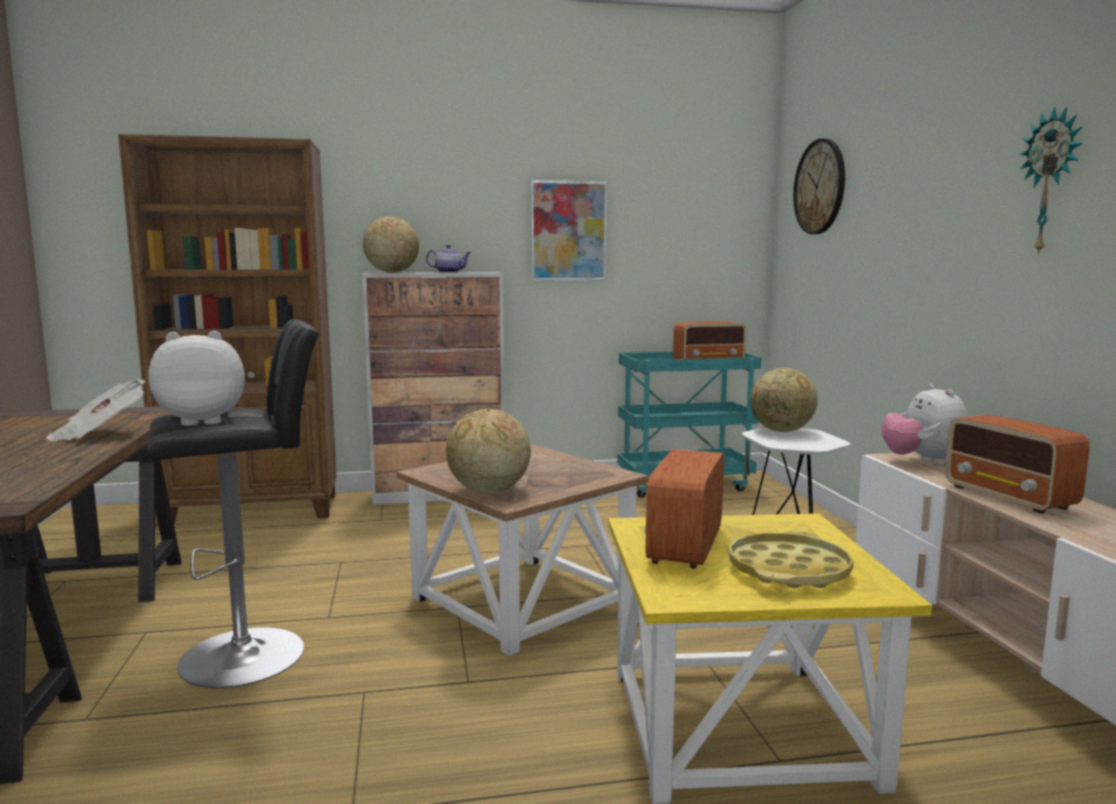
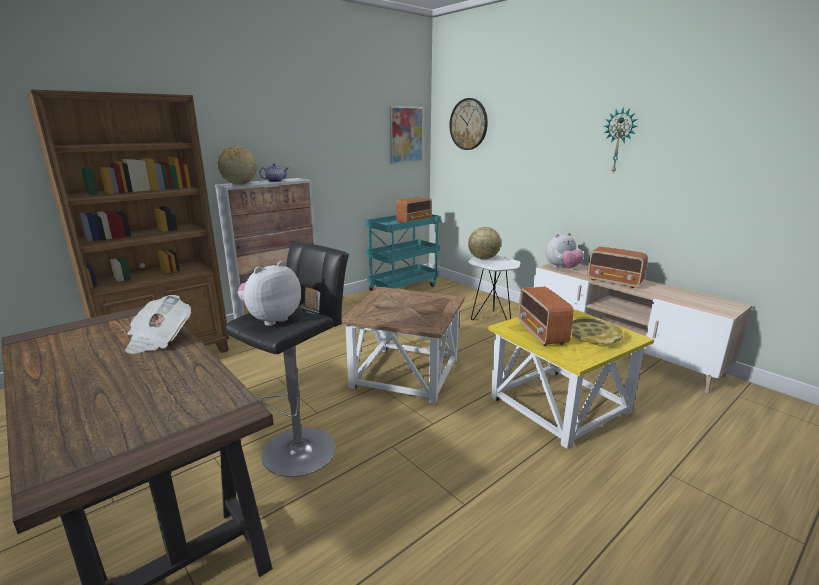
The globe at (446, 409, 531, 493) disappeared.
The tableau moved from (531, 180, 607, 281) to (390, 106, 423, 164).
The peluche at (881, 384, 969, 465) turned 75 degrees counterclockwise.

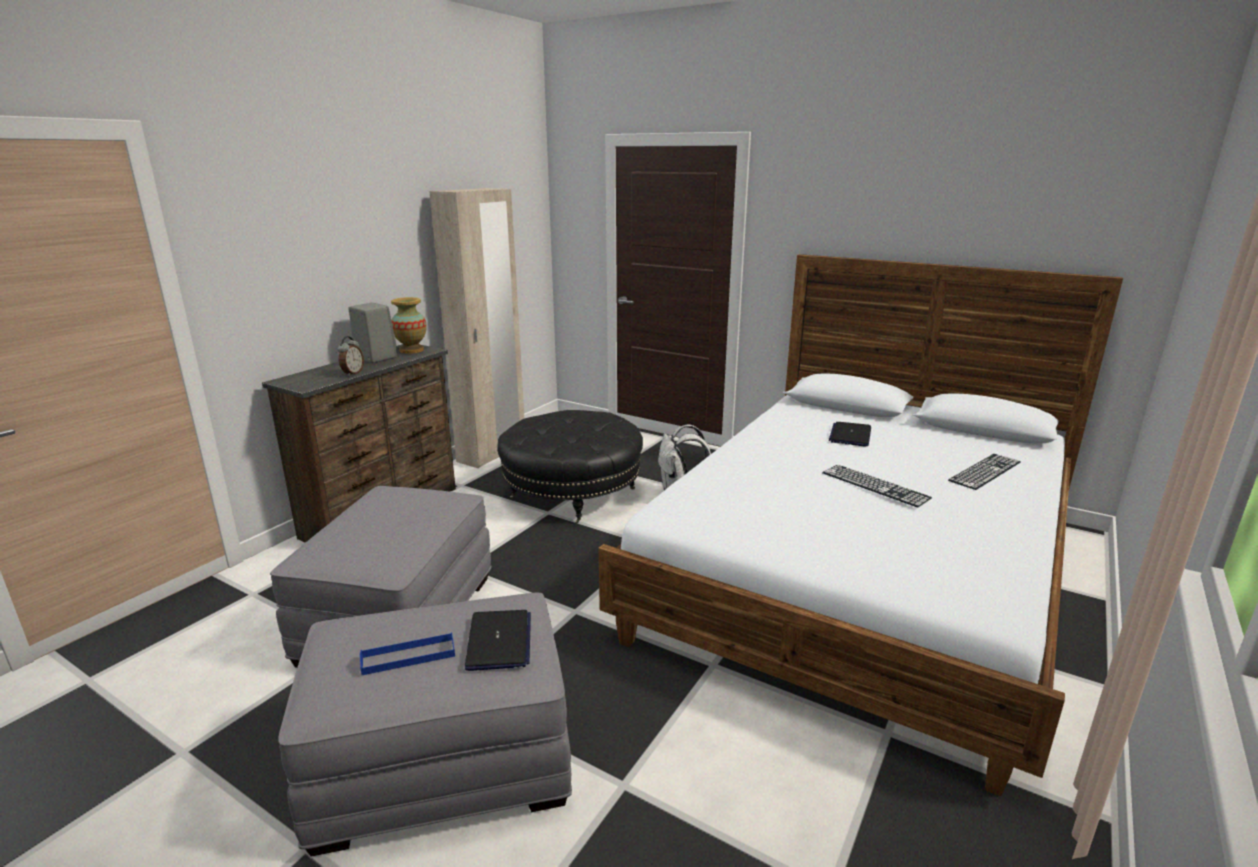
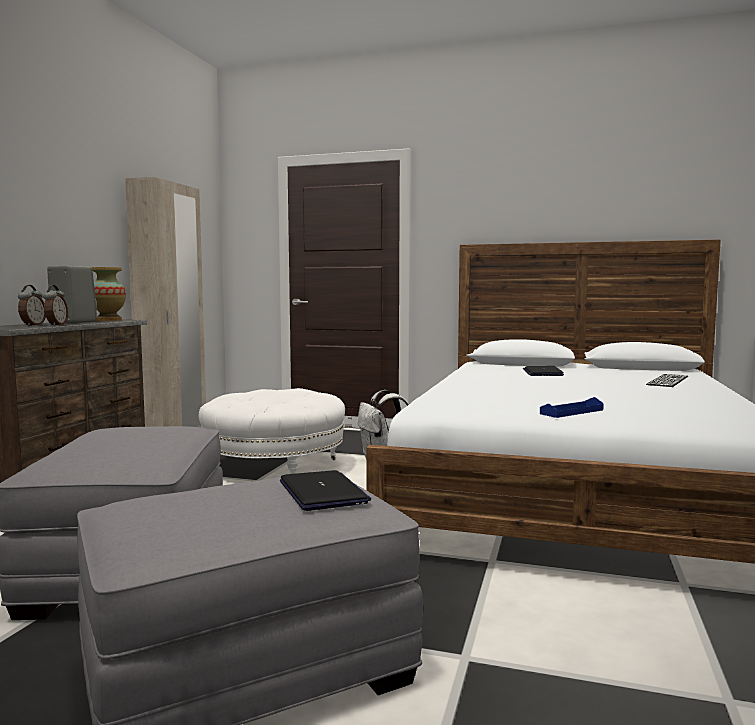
The plateau (bleu) moved from (360, 632, 455, 675) to (540, 397, 604, 418).
The pouf (noir) at (497, 410, 643, 524) became the pouf (blanc) at (198, 388, 345, 474).
The clavier at (822, 465, 932, 507) disappeared.
The réveil at (18, 285, 46, 326) appeared.

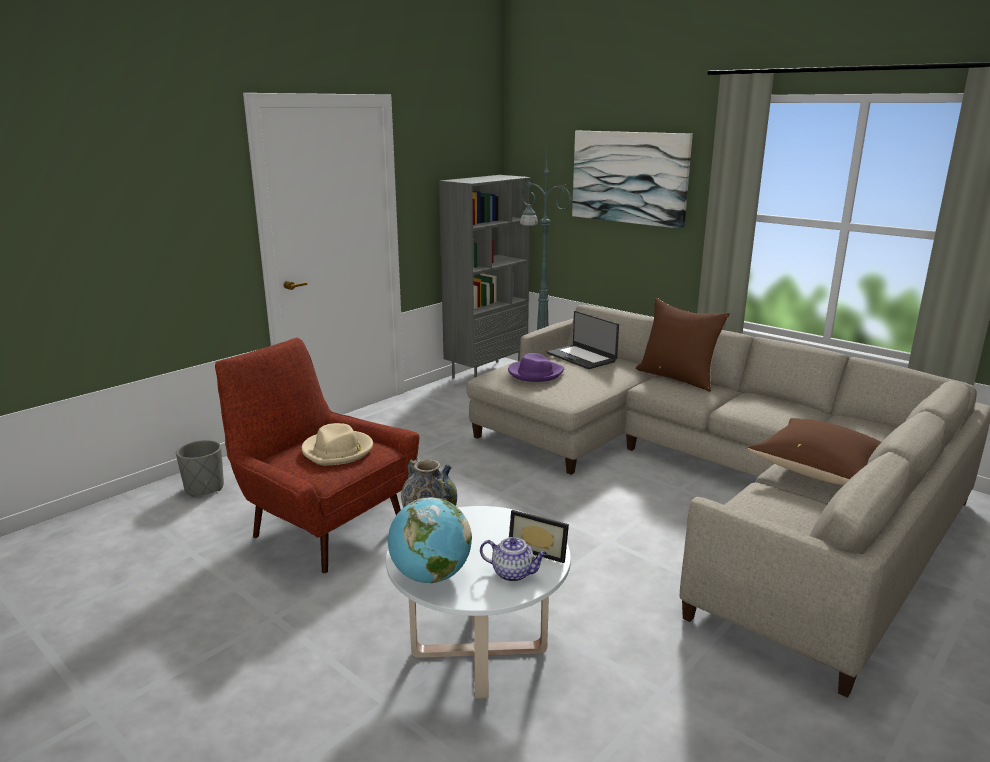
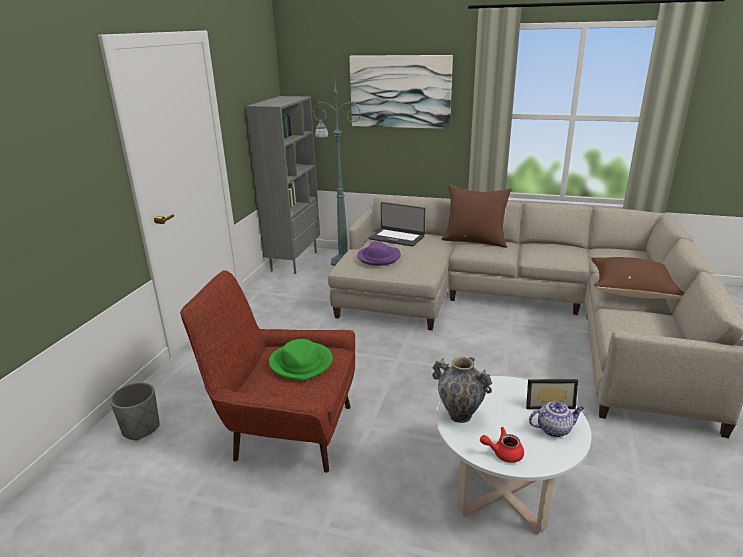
The chapeau (beige) at (302, 423, 373, 466) became the chapeau (vert) at (269, 339, 333, 382).
The globe at (388, 497, 472, 583) was replaced by the théière (rouge) at (480, 427, 524, 463).

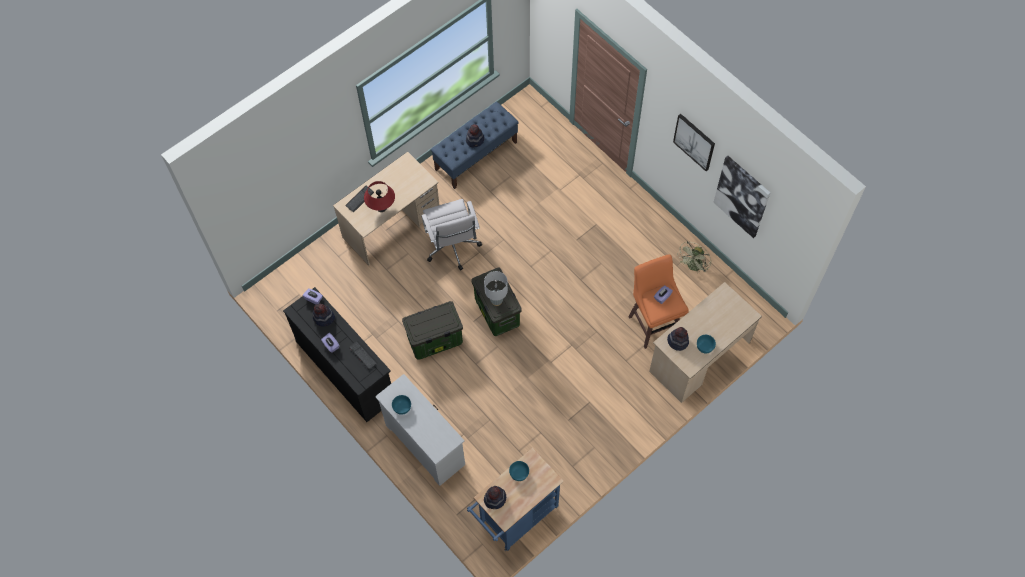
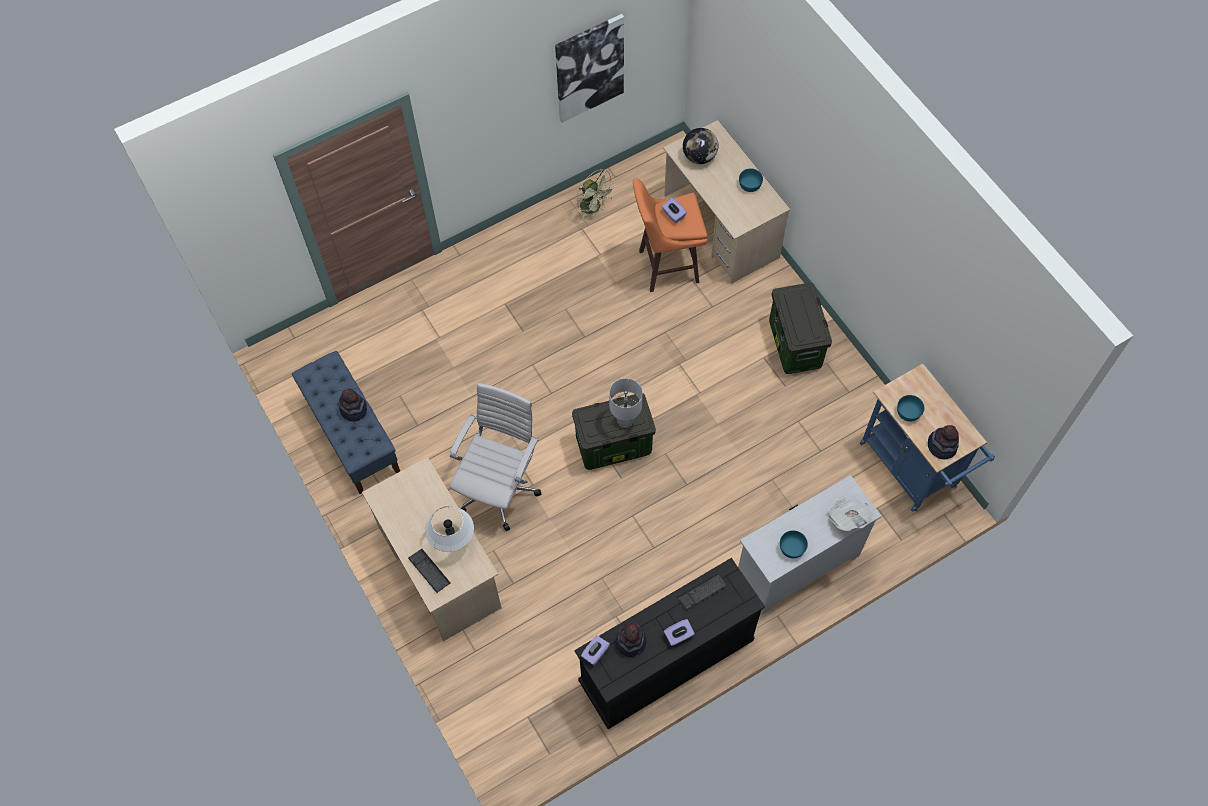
The lampe de table (rouge) at (364, 181, 395, 212) became the lampe de table (blanc) at (425, 506, 474, 552).
The boîte de rangement moved from (402, 301, 463, 360) to (769, 282, 832, 374).
The chaise de bureau (blanc) at (421, 199, 482, 270) turned 60 degrees counterclockwise.
The chapeau at (667, 327, 689, 351) disappeared.
The tableau at (673, 114, 715, 171) disappeared.
The globe at (683, 128, 718, 164) appeared.
The journal at (826, 497, 873, 531) appeared.

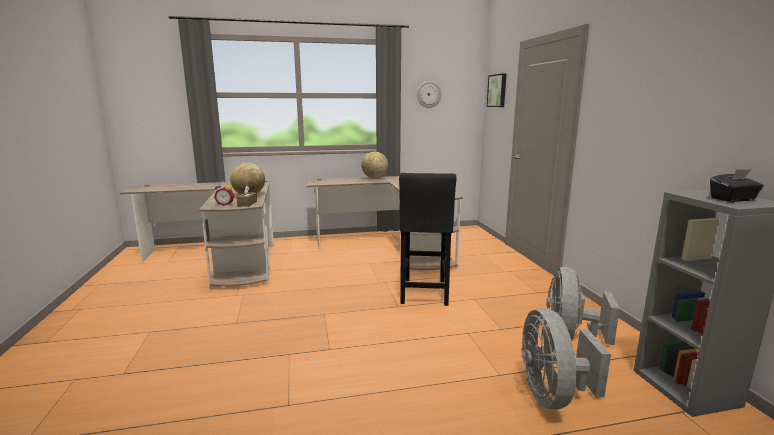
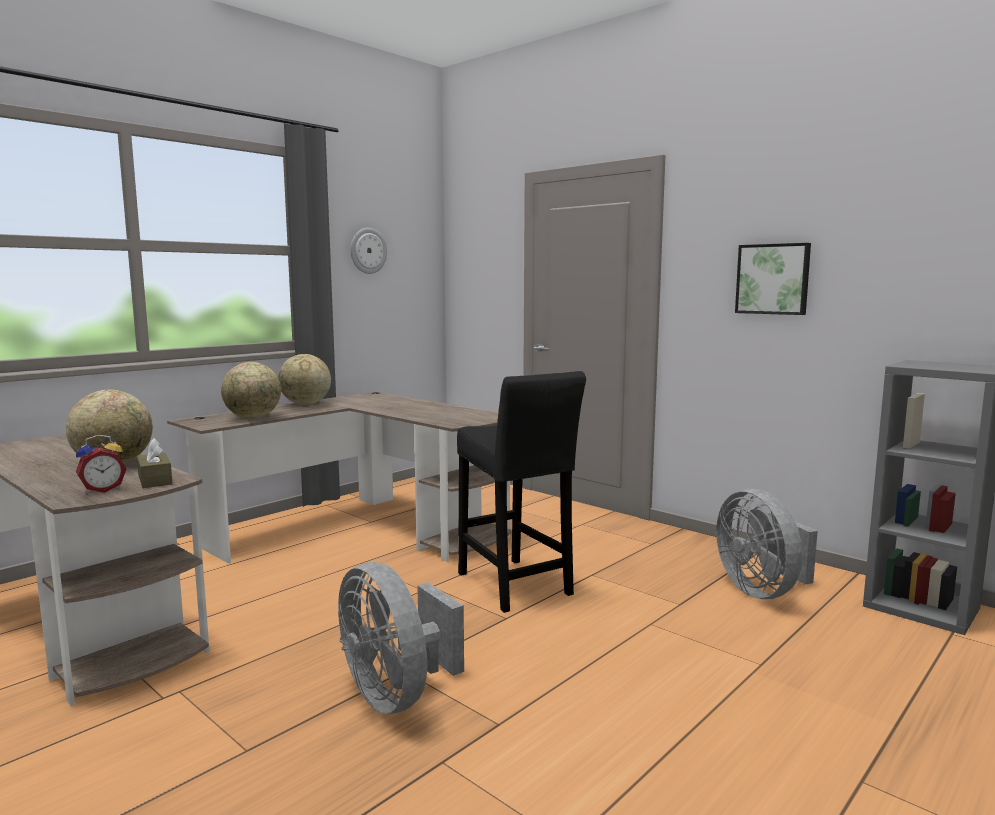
The tableau moved from (487, 73, 506, 107) to (735, 243, 811, 315).
The ventilateur (gris) moved from (521, 308, 611, 410) to (338, 562, 464, 714).
The boîte à mouchoirs (noir) at (710, 169, 764, 202) disappeared.
The globe at (221, 362, 281, 419) appeared.

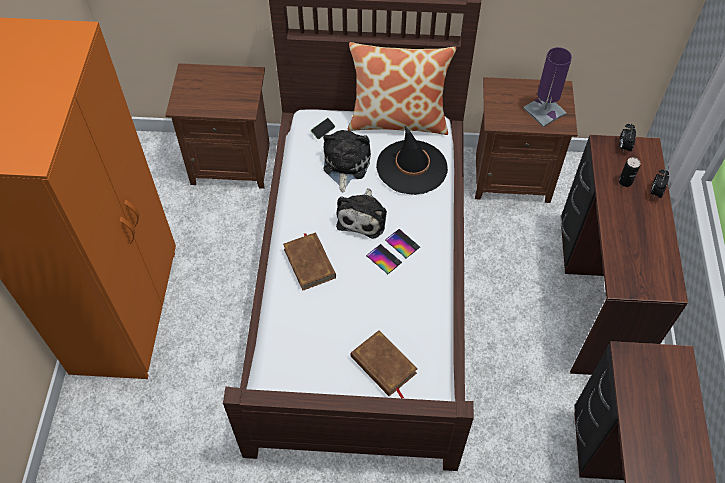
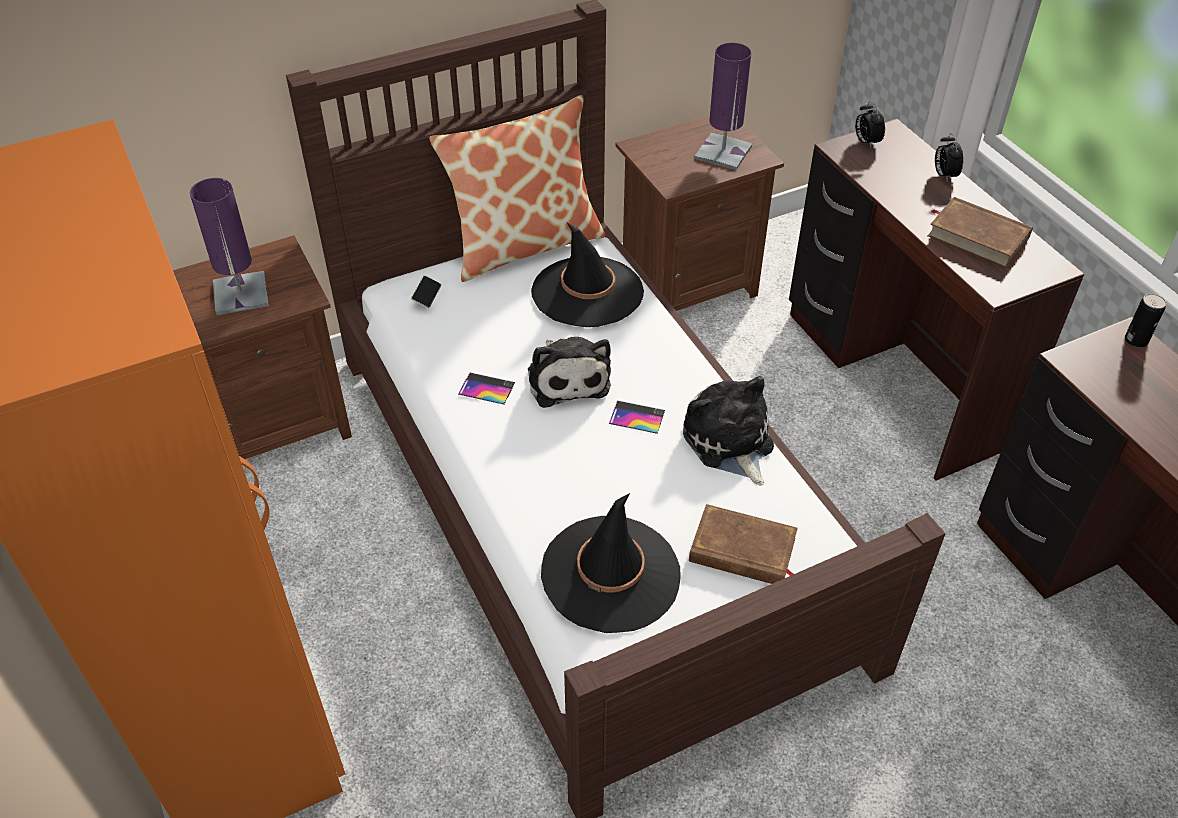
The livre (marron) moved from (283, 233, 336, 291) to (927, 197, 1033, 268).
The peluche moved from (323, 130, 371, 192) to (683, 376, 774, 485).
The téléphone moved from (385, 229, 420, 258) to (458, 373, 515, 404).
The boîte métallique moved from (619, 157, 641, 187) to (1125, 294, 1166, 347).
The lampe de table (violet) at (190, 178, 269, 315) appeared.
The chapeau (noir) at (541, 493, 681, 633) appeared.

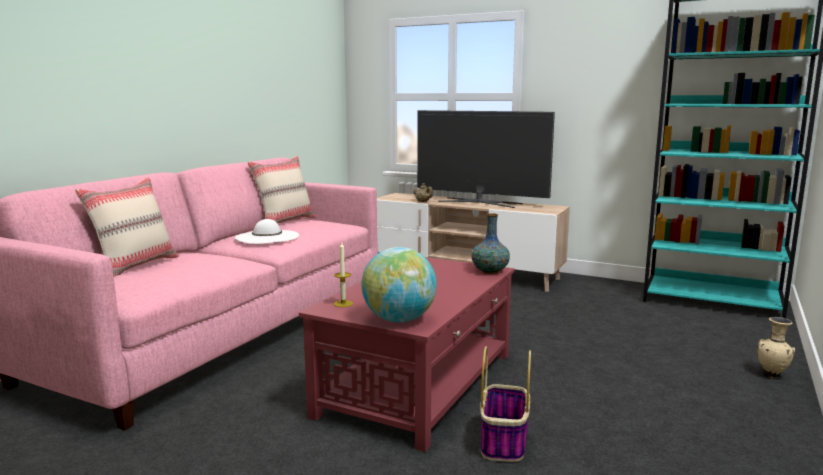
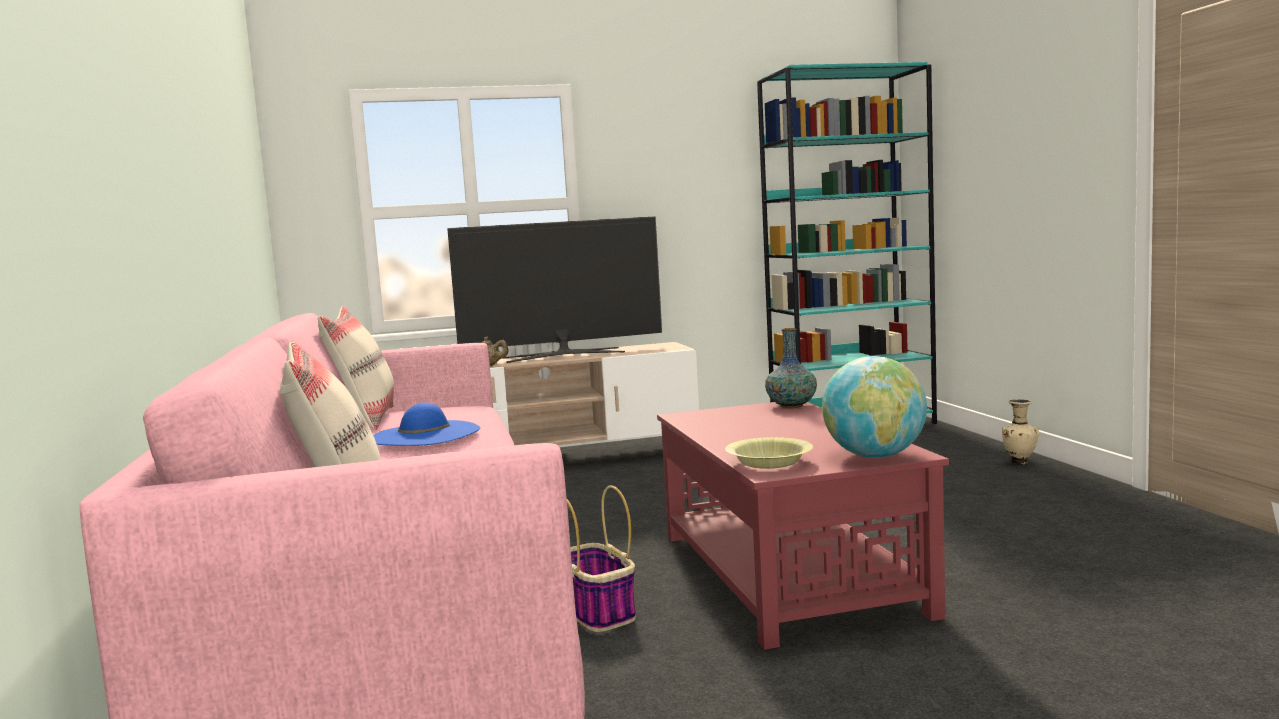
The chapeau (blanc) at (234, 219, 299, 244) became the chapeau (bleu) at (373, 402, 480, 446).
The bougie at (334, 243, 353, 307) was replaced by the bol (jaune) at (725, 437, 813, 469).
The panier moved from (480, 346, 531, 462) to (567, 485, 636, 632).

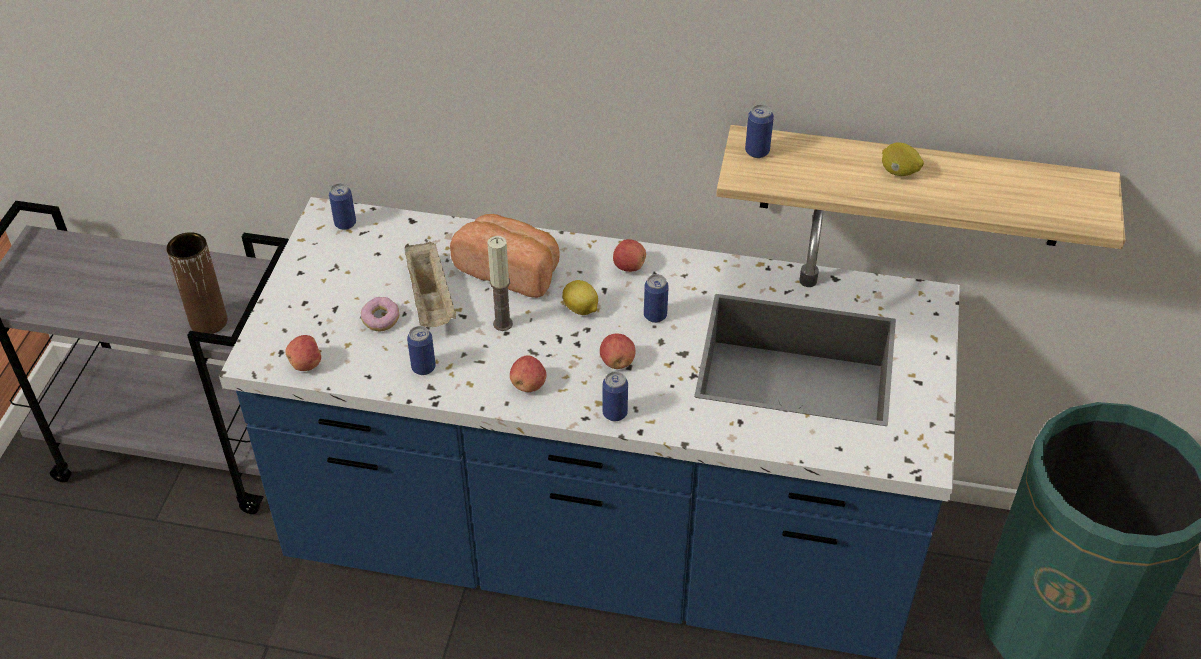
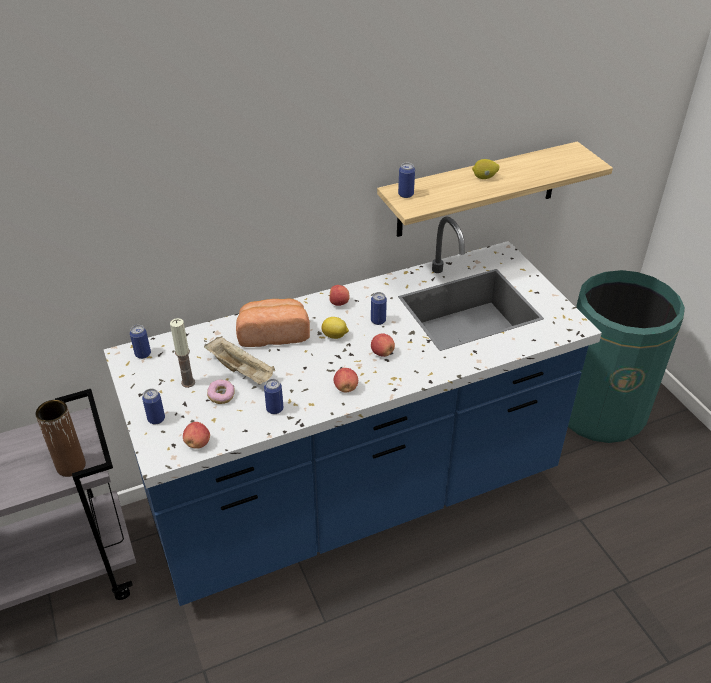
The bougie moved from (487, 236, 513, 331) to (170, 318, 195, 388).
The boîte métallique moved from (603, 371, 628, 421) to (142, 388, 165, 424).

